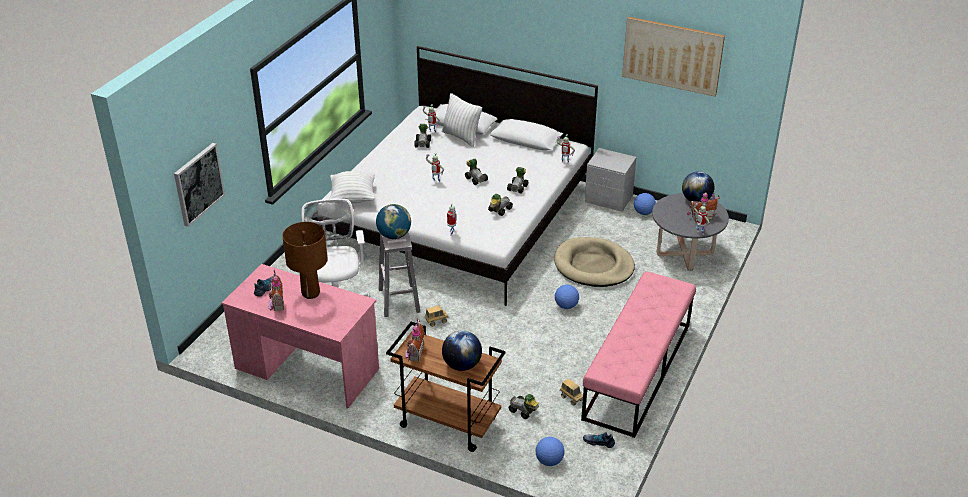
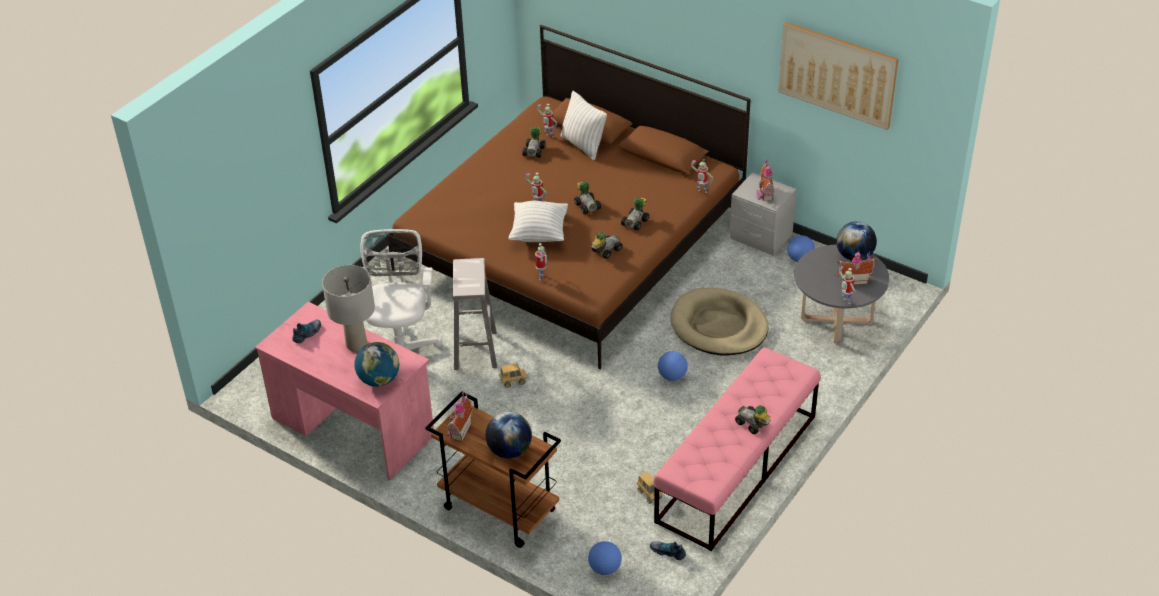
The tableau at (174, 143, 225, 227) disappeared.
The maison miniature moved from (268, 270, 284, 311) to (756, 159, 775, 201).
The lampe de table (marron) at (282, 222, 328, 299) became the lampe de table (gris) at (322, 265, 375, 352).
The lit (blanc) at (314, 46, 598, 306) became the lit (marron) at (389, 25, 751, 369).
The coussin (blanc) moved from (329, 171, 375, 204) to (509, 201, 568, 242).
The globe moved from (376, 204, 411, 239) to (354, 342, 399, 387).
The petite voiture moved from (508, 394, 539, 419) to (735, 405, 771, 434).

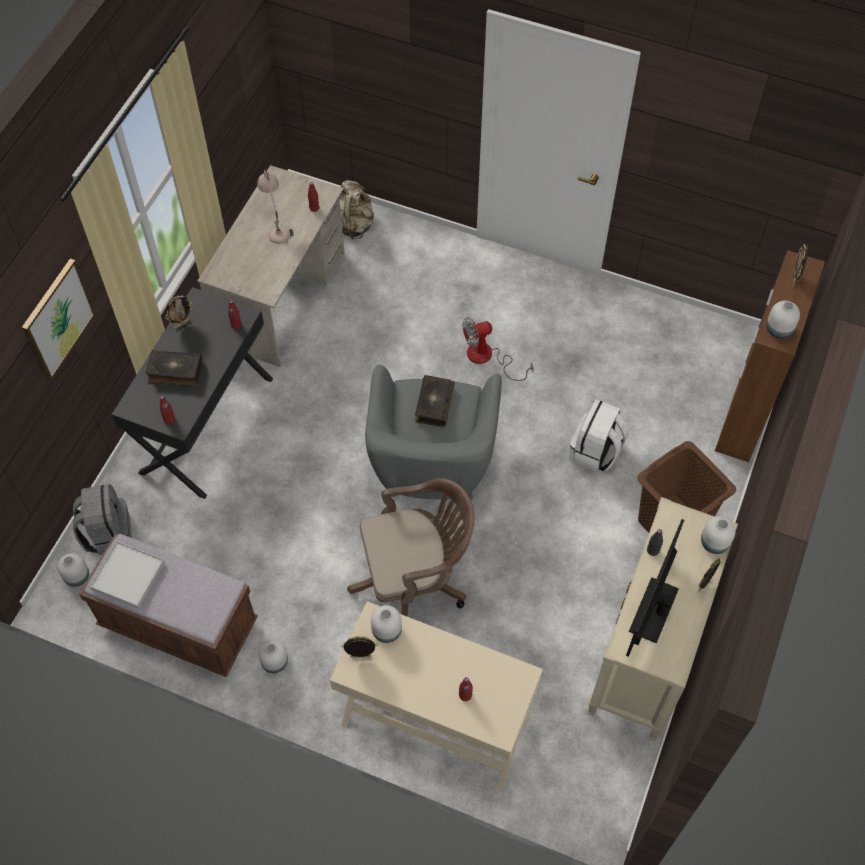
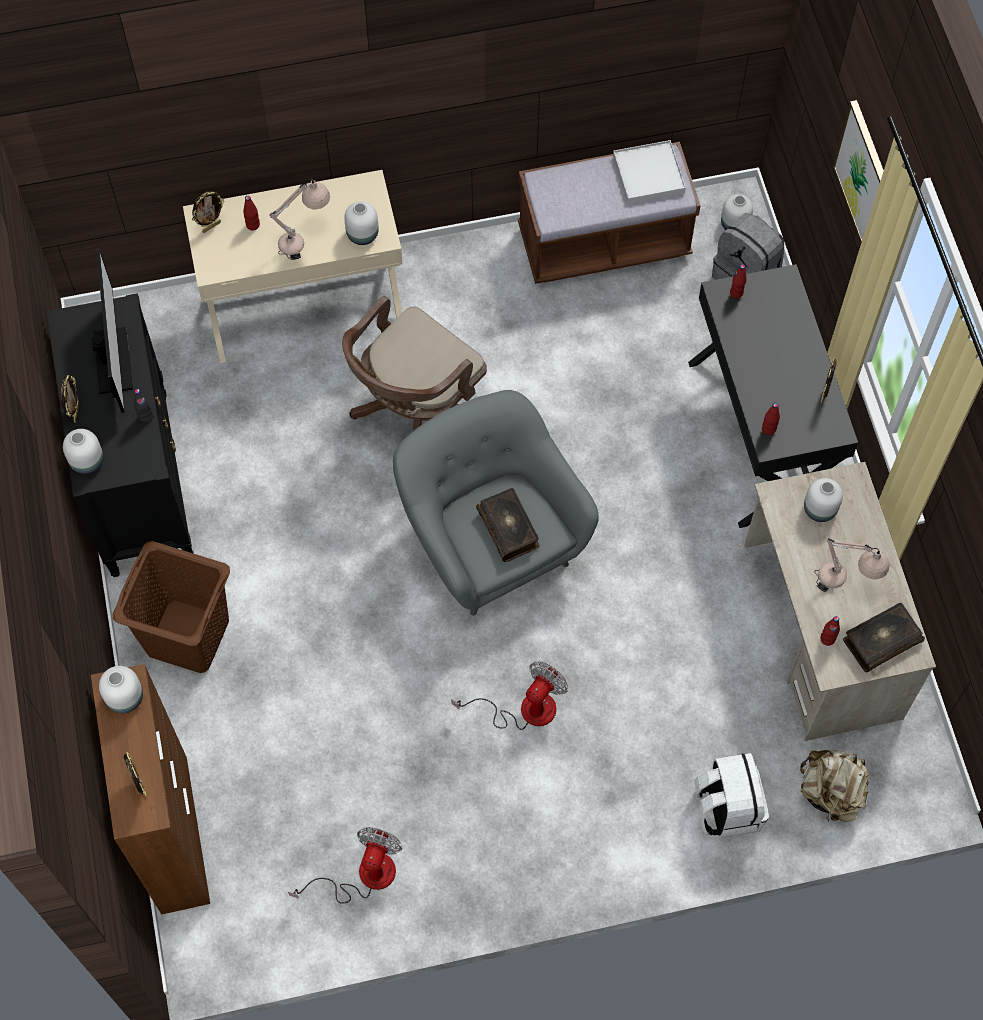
The livre moved from (145, 350, 203, 386) to (843, 603, 925, 672).
The vase (blanc) moved from (258, 639, 288, 673) to (804, 478, 843, 522).
The cadre photo moved from (341, 636, 378, 658) to (192, 191, 224, 233).
The sac à dos (blanc) moved from (569, 400, 629, 472) to (694, 753, 769, 839).
The commode (beige) at (587, 497, 738, 741) became the commode (noir) at (46, 293, 194, 577).
The lampe de table (beige) at (270, 179, 330, 260) appeared.
The ventilateur at (288, 827, 402, 904) appeared.

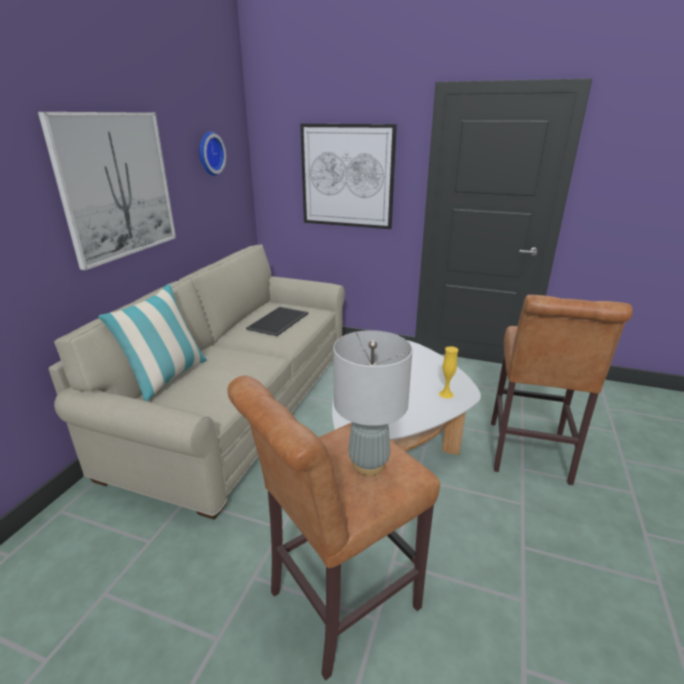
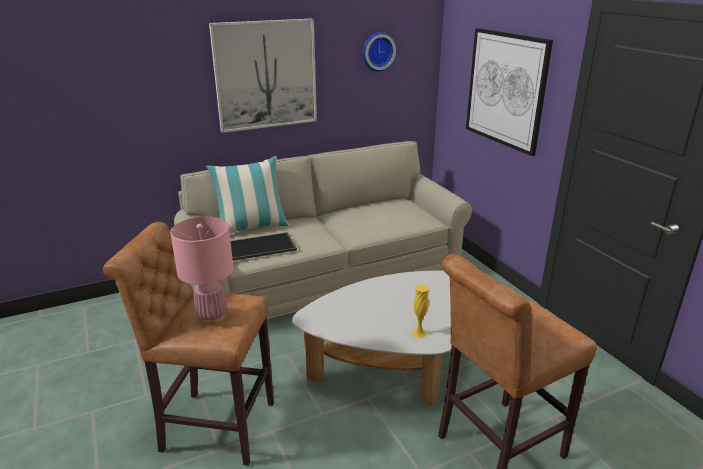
The plateau moved from (246, 307, 308, 336) to (231, 232, 297, 261).
The lampe de table (gris) at (333, 330, 413, 475) became the lampe de table (rose) at (170, 217, 233, 325).

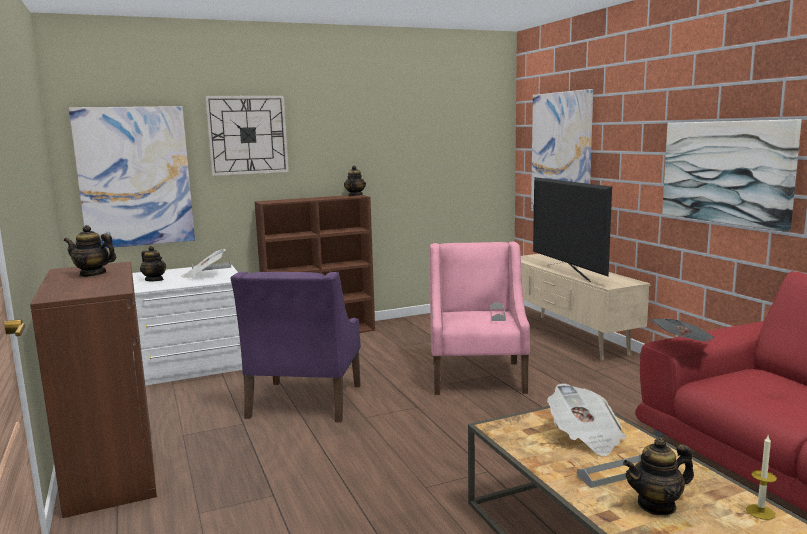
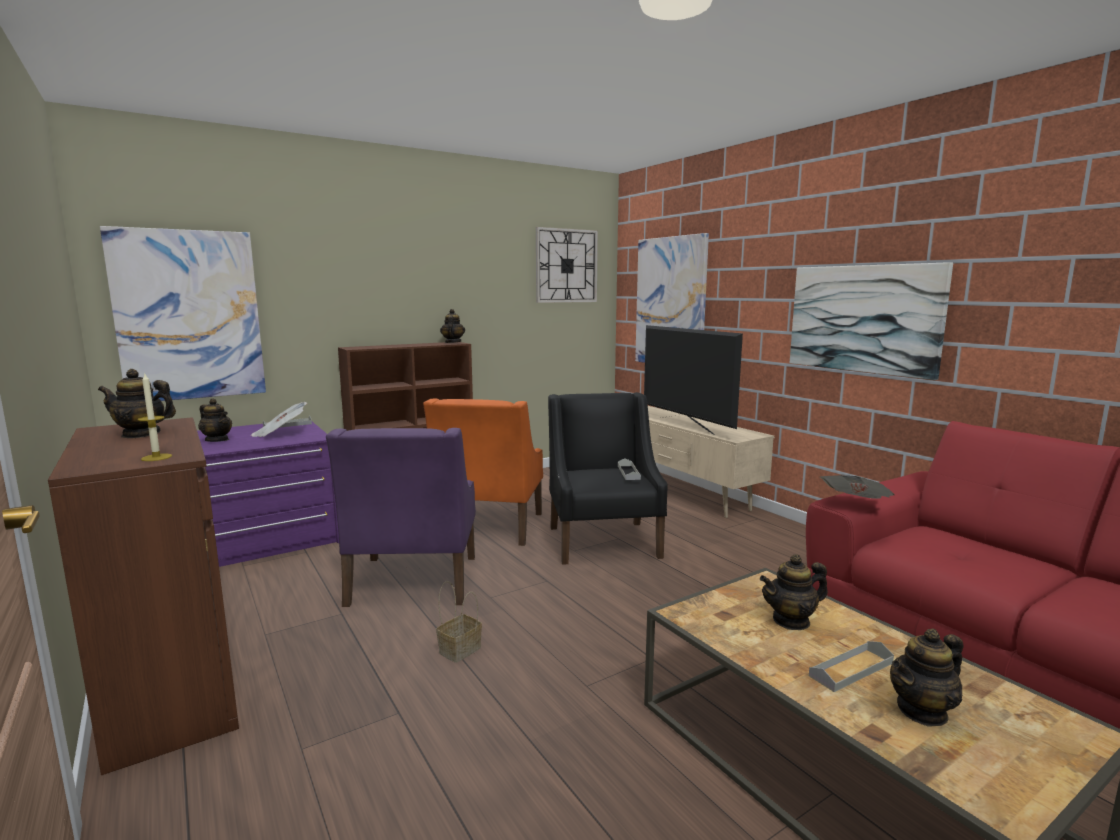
The commode (blanc) at (132, 264, 242, 386) became the commode (violet) at (197, 422, 339, 567).
The horloge murale moved from (205, 95, 289, 176) to (536, 227, 598, 303).
The fauteuil (rose) at (429, 242, 530, 395) became the fauteuil (noir) at (548, 392, 668, 565).
The journal at (547, 383, 626, 456) was replaced by the théière at (760, 554, 828, 630).
The bougie moved from (746, 436, 777, 520) to (137, 372, 172, 461).
The fauteuil (orange) at (423, 398, 543, 546) appeared.
The panier at (436, 581, 482, 663) appeared.

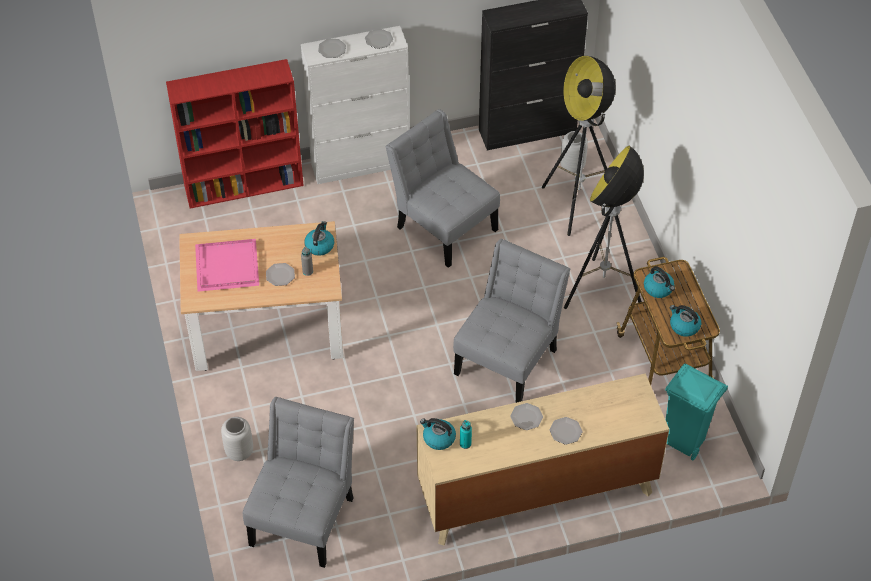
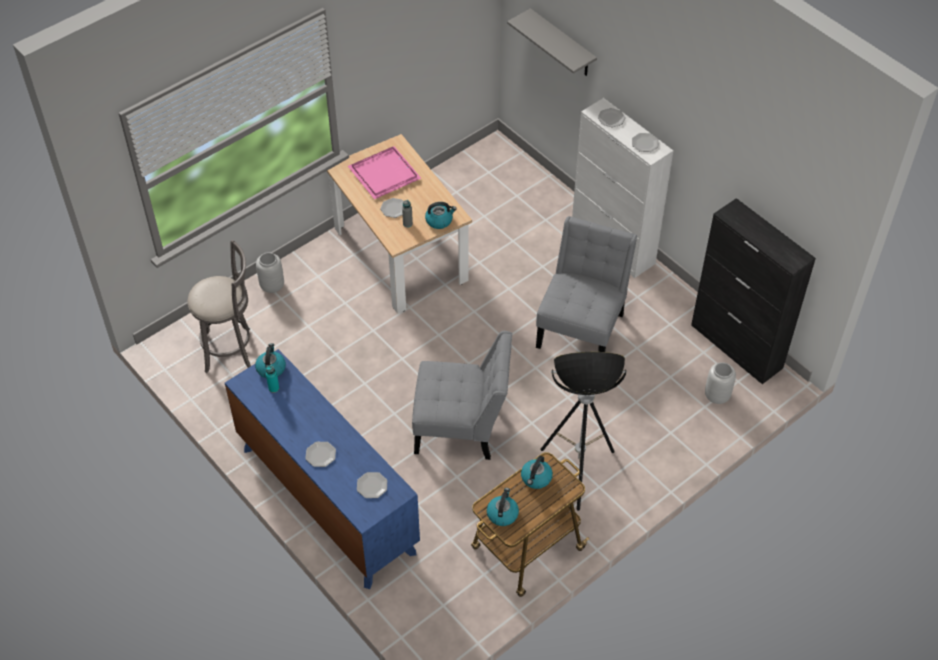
The bibliothèque (rouge) at (166, 59, 304, 209) disappeared.
The chaise (gris) at (243, 397, 354, 568) was replaced by the tabouret (gris) at (187, 240, 251, 373).
The commode (beige) at (417, 373, 669, 545) became the commode (bleu) at (225, 349, 420, 589).
The assiette moved from (510, 403, 543, 430) to (357, 472, 387, 498).
The lampadaire at (542, 56, 616, 236) disappeared.
The poubelle (turquoise) at (665, 363, 728, 461) disappeared.
The étagère (gris) at (507, 8, 597, 76) appeared.

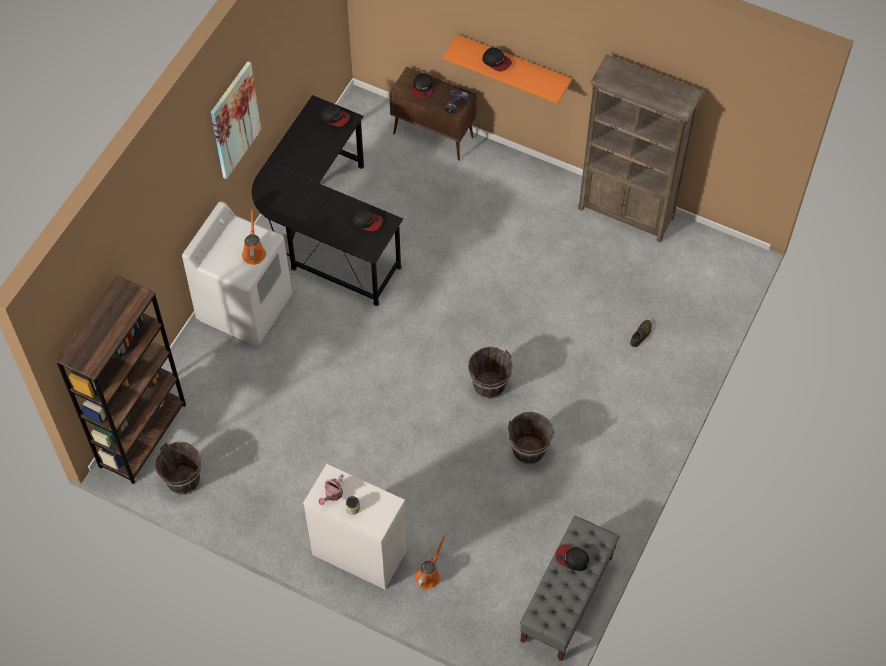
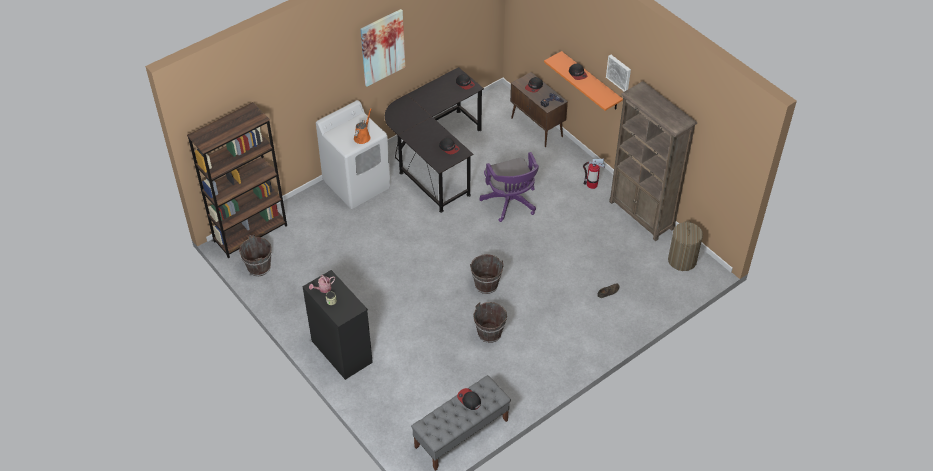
The commode (blanc) at (303, 464, 406, 589) became the commode (noir) at (302, 270, 373, 380).
The arrosoir (orange) at (415, 536, 445, 589) disappeared.
The chaise de bureau (violet) at (479, 152, 539, 222) appeared.
The extincteur at (583, 159, 605, 189) appeared.
The tableau at (606, 55, 631, 92) appeared.
The panier à linge at (668, 221, 703, 271) appeared.

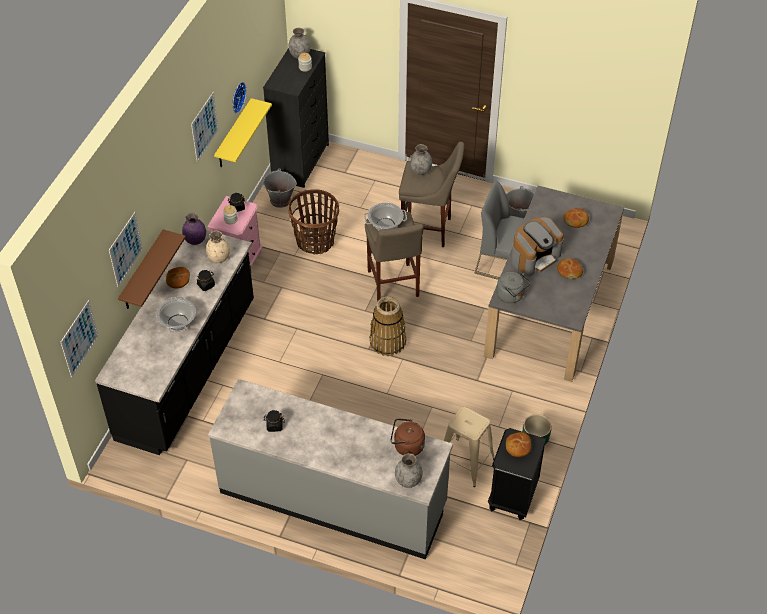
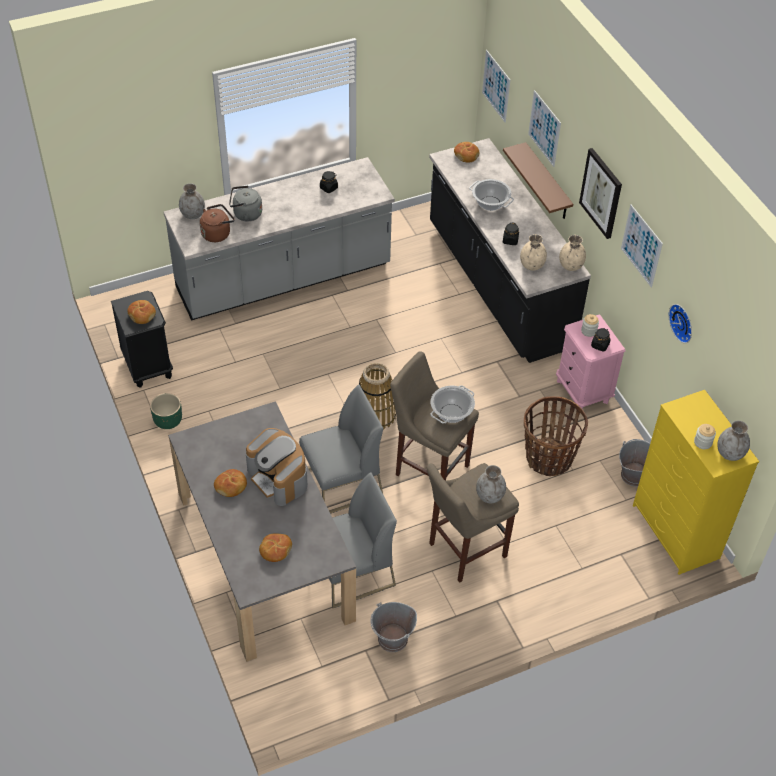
The pain moved from (166, 267, 190, 289) to (454, 142, 480, 163).
The vase (violet) at (182, 213, 206, 245) became the vase (beige) at (559, 235, 586, 271).
The étagère (jaune) at (214, 98, 272, 167) disappeared.
The commode (noir) at (263, 48, 329, 188) became the commode (jaune) at (633, 390, 759, 575).
The tabouret (beige) at (444, 406, 495, 487) disappeared.
The bouilloire (gris) moved from (496, 272, 531, 303) to (229, 186, 262, 222).
The machine à café at (511, 217, 563, 276) turned 45 degrees counterclockwise.
The chaise (gris) at (299, 384, 383, 514) appeared.
The tableau at (579, 148, 622, 239) appeared.

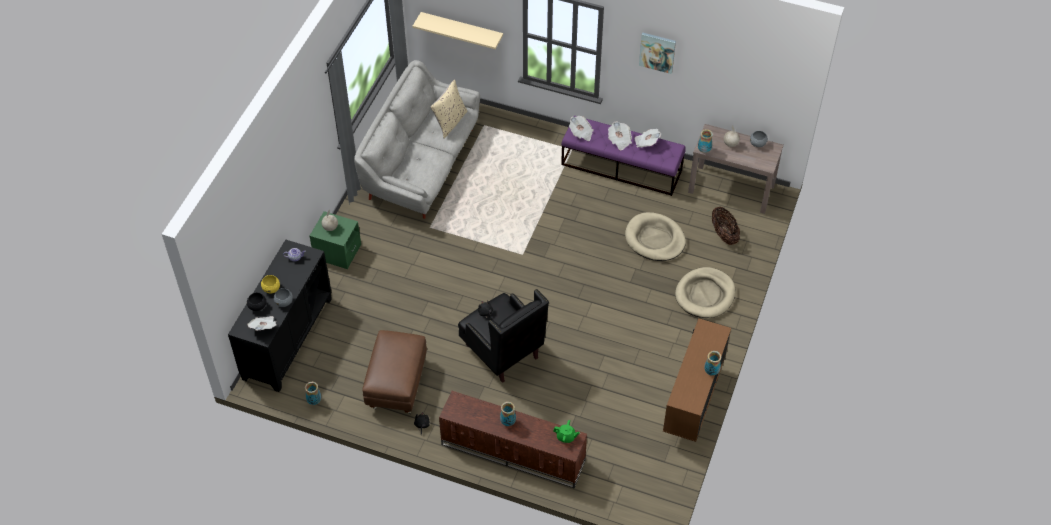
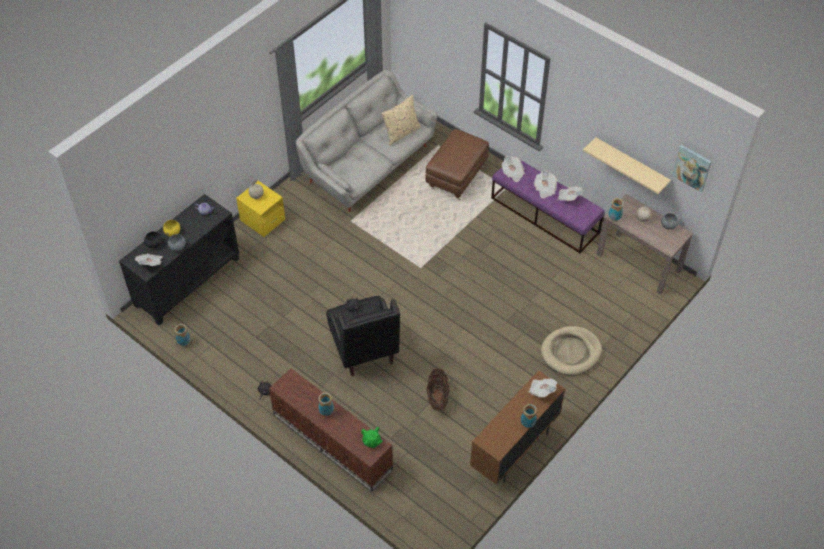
The table de chevet (vert) at (309, 211, 361, 269) became the table de chevet (jaune) at (236, 181, 285, 237).
The pouf (marron) moved from (362, 330, 427, 414) to (425, 129, 489, 200).
The étagère (beige) moved from (413, 12, 503, 49) to (583, 137, 671, 194).
The panier pour chien (beige) at (625, 212, 686, 261) disappeared.
The tableau moved from (639, 33, 676, 74) to (672, 145, 712, 193).
The panier moved from (712, 207, 740, 245) to (427, 368, 450, 411).
The journal at (528, 378, 557, 398) appeared.

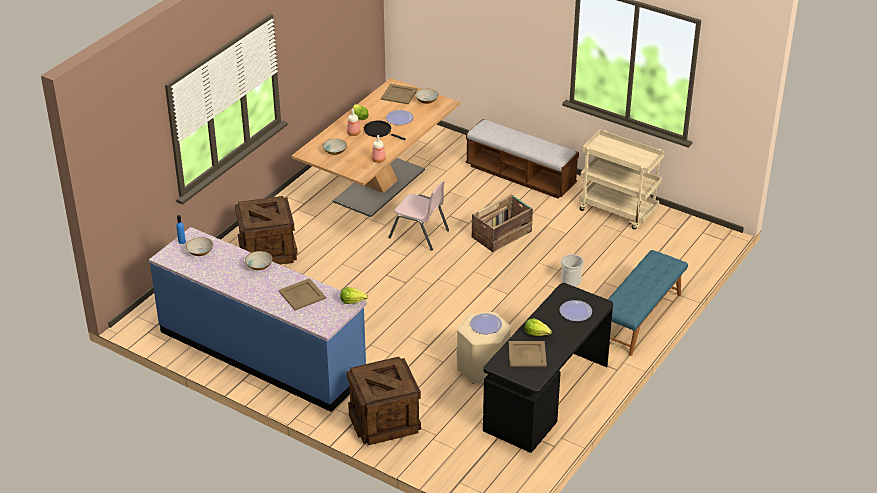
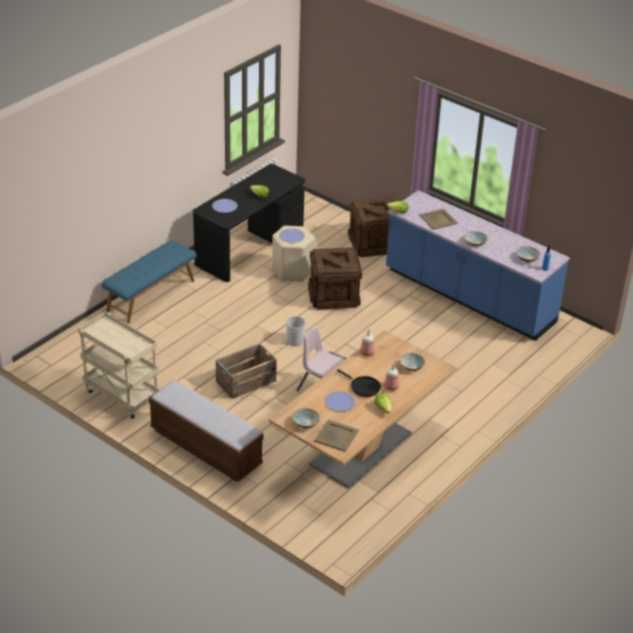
The caisse moved from (235, 196, 298, 265) to (308, 247, 362, 309).
The plateau (beige) at (508, 341, 547, 367) disappeared.
The seau moved from (561, 254, 584, 286) to (286, 316, 306, 345).

